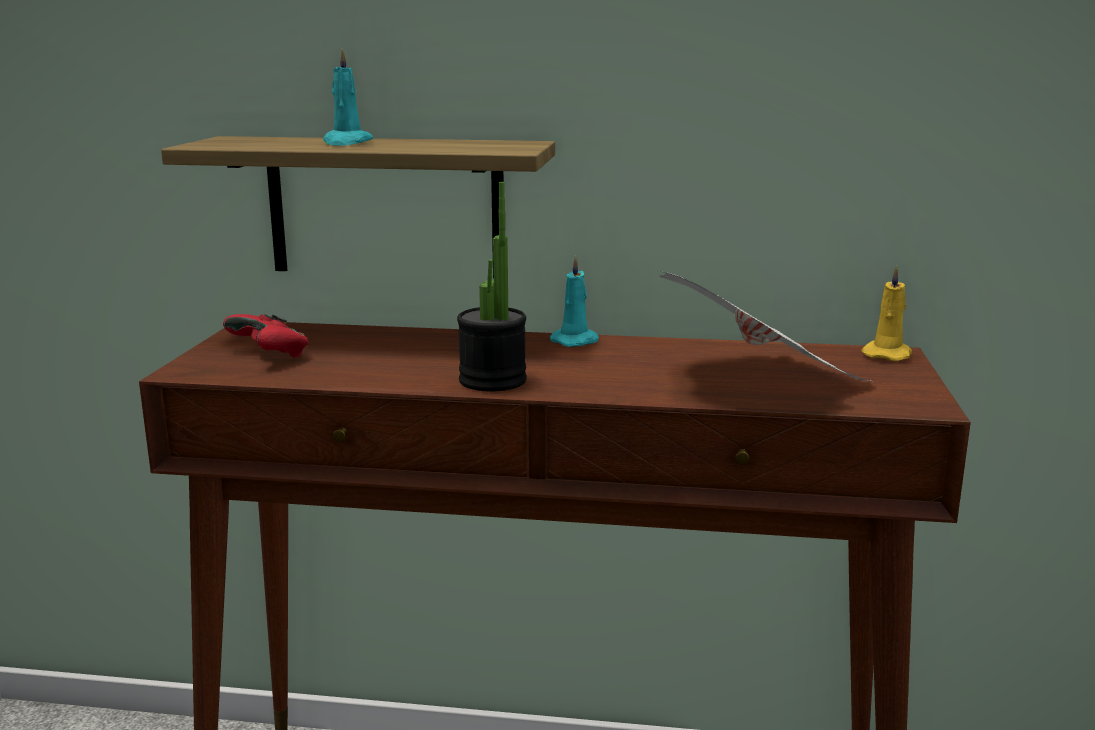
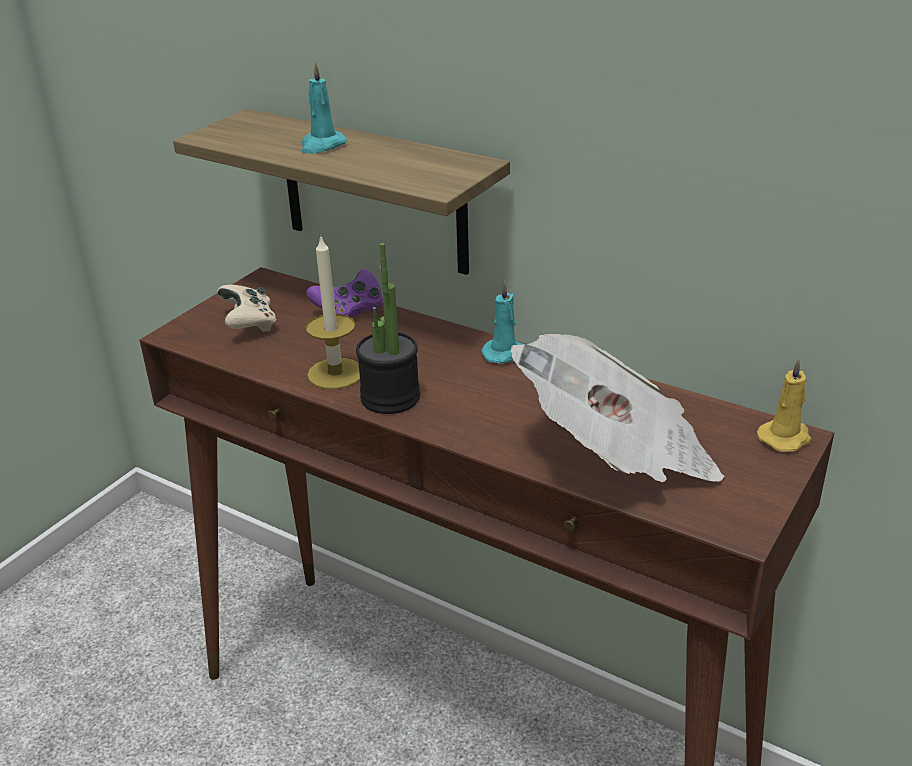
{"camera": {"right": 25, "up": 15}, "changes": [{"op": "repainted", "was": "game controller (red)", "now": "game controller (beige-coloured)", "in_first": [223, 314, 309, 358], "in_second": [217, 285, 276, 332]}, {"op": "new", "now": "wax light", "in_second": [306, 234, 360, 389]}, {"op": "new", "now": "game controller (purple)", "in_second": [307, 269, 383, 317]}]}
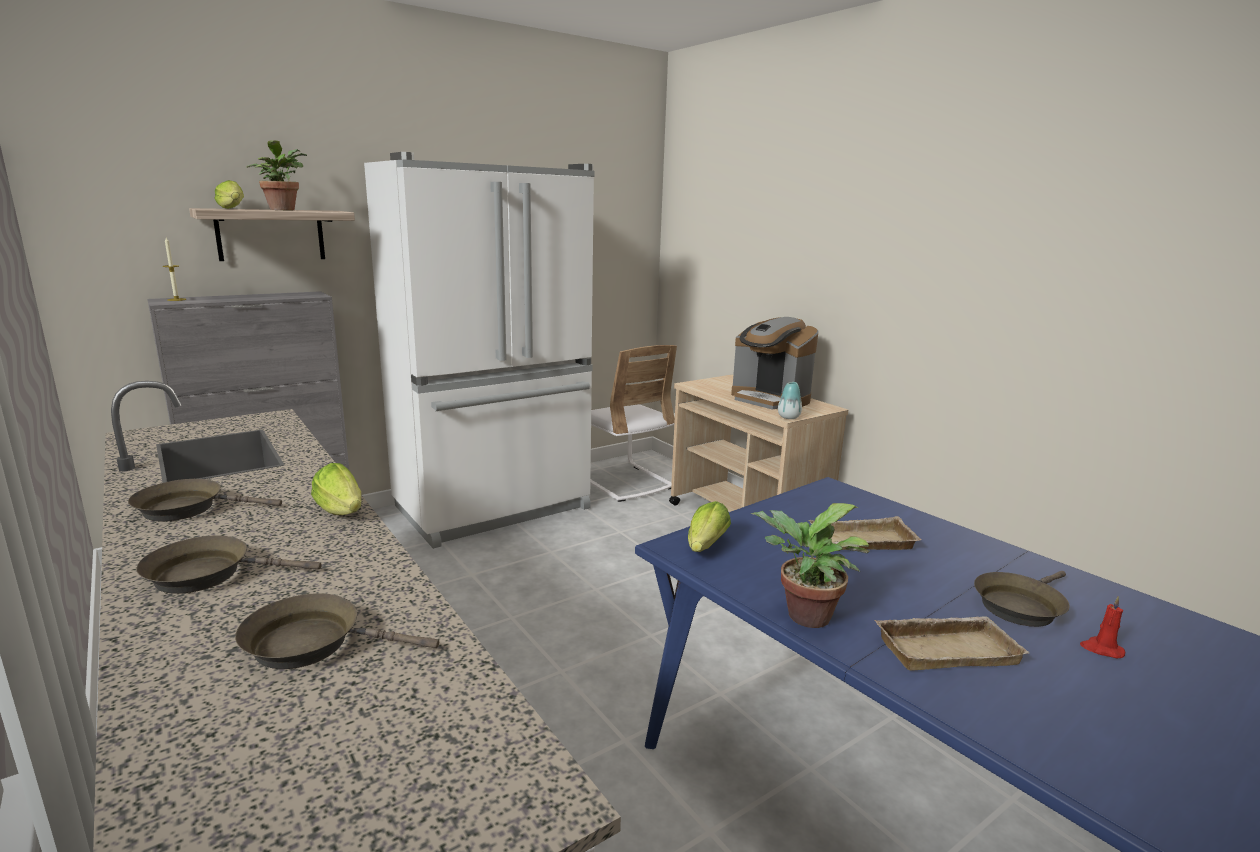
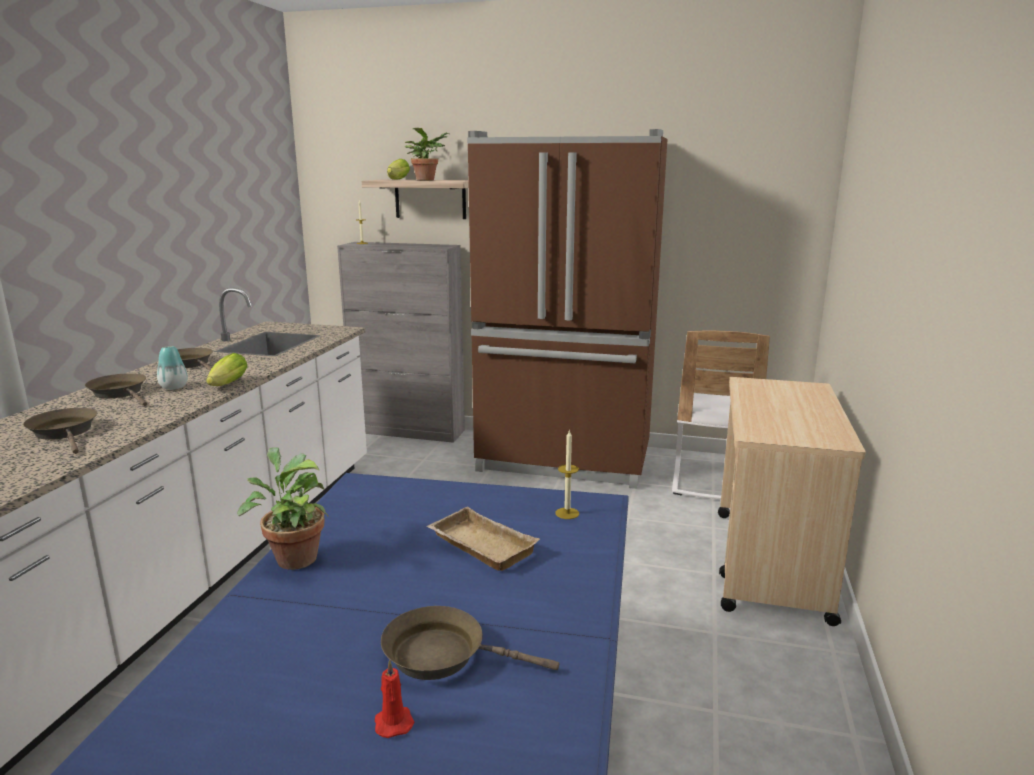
{"camera": {"right": 50, "up": 0}, "changes": [{"op": "repainted", "was": "refrigerator (whitish)", "now": "refrigerator (brownish)", "in_first": [364, 152, 595, 549], "in_second": [467, 129, 667, 489]}, {"op": "gone", "was": "lettuce head", "in_first": [688, 501, 731, 552]}, {"op": "gone", "was": "coffee machine", "in_first": [731, 317, 818, 410]}, {"op": "shifted", "was": "vase", "in_first": [778, 382, 802, 419], "in_second": [157, 346, 188, 390]}, {"op": "gone", "was": "tray (beige-coloured)", "in_first": [874, 616, 1029, 670]}, {"op": "new", "now": "wax light", "in_second": [555, 431, 579, 519]}]}
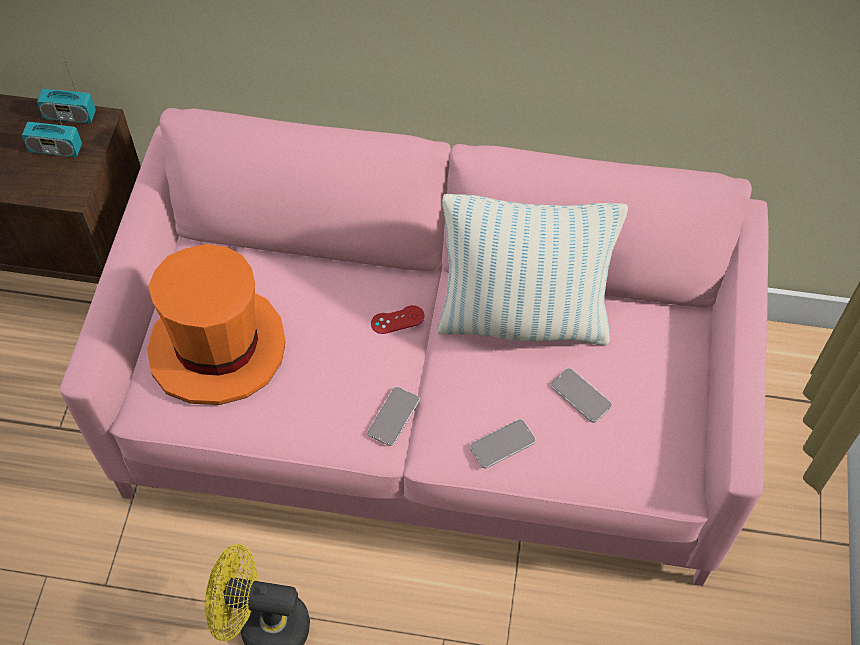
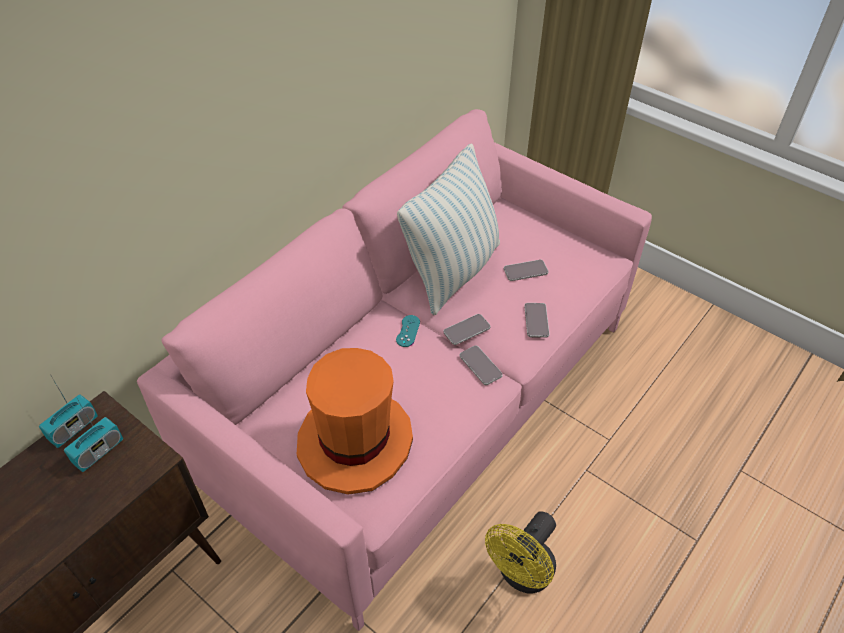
{"camera": {"right": -60, "up": -10}, "changes": [{"op": "repainted", "was": "game controller (red)", "now": "game controller (blue-green)", "in_first": [371, 305, 424, 334], "in_second": [396, 315, 420, 347]}, {"op": "new", "now": "handset", "in_second": [444, 314, 491, 345]}]}
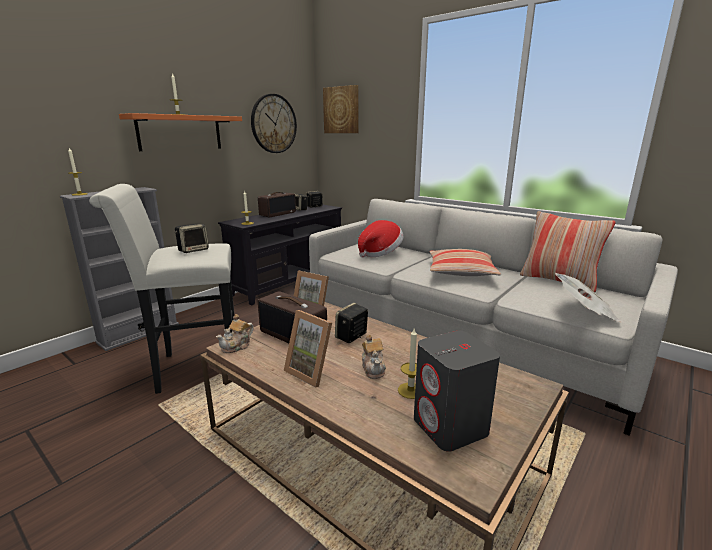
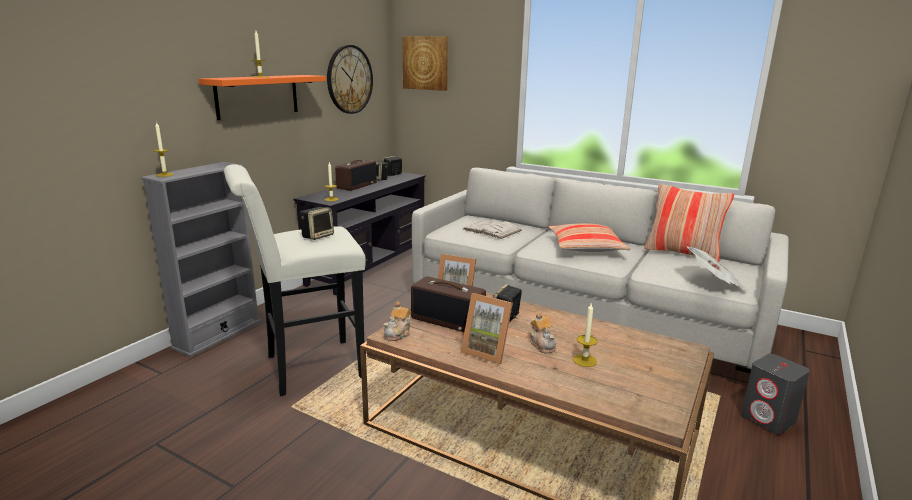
{"camera": {"right": -10, "up": 0}, "changes": [{"op": "swapped", "was": "clothing hat", "now": "book (whitish)", "in_first": [358, 220, 404, 257], "in_second": [463, 220, 522, 239]}, {"op": "shifted", "was": "audio speaker (gray)", "in_first": [414, 331, 500, 452], "in_second": [741, 354, 810, 434]}]}
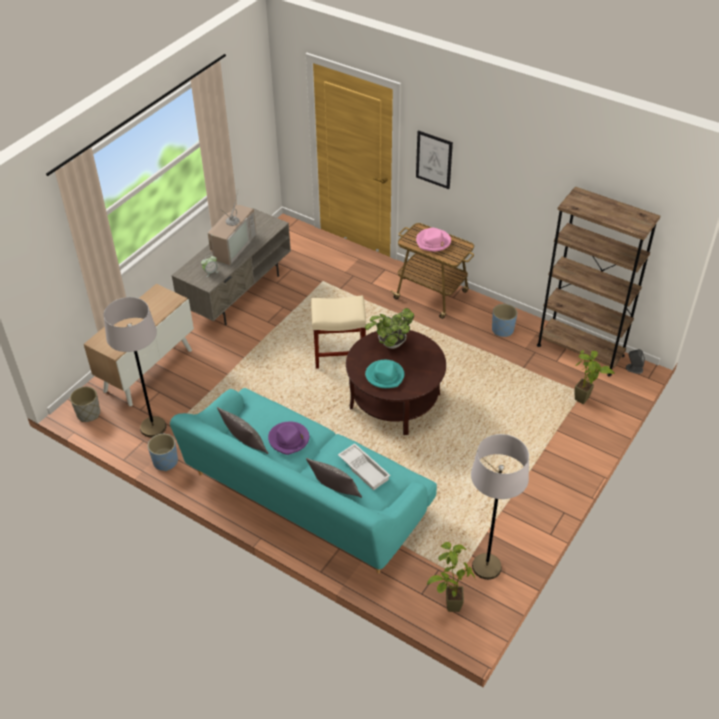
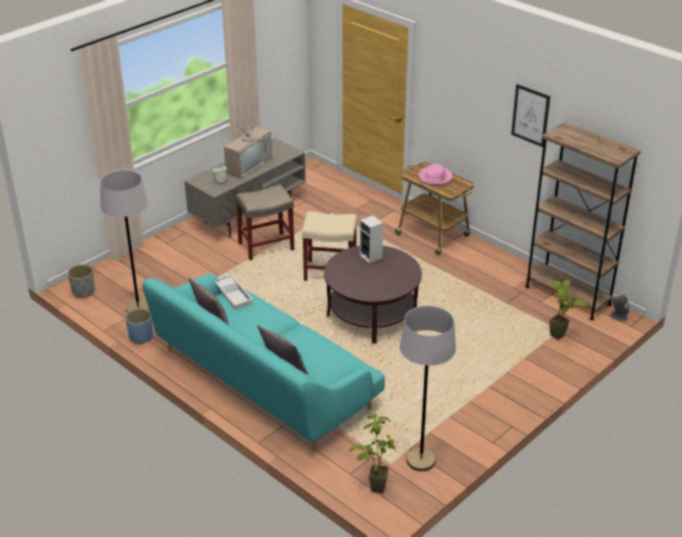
{"camera": {"right": 10, "up": -10}, "changes": [{"op": "gone", "was": "cabinet", "in_first": [84, 284, 194, 406]}, {"op": "gone", "was": "clothing hat (purple)", "in_first": [268, 421, 309, 455]}, {"op": "shifted", "was": "tray (whitish)", "in_first": [338, 443, 391, 491], "in_second": [215, 274, 253, 310]}, {"op": "swapped", "was": "potted plant", "now": "audio speaker", "in_first": [365, 308, 414, 349], "in_second": [360, 215, 383, 264]}, {"op": "gone", "was": "clothing hat (blue-green)", "in_first": [365, 360, 404, 388]}, {"op": "shifted", "was": "wall art", "in_first": [416, 130, 453, 189], "in_second": [511, 84, 550, 147]}, {"op": "gone", "was": "flower pot (blue-coloured)", "in_first": [492, 304, 517, 337]}, {"op": "new", "now": "sitting stool (beige-coloured)", "in_second": [235, 184, 294, 260]}]}
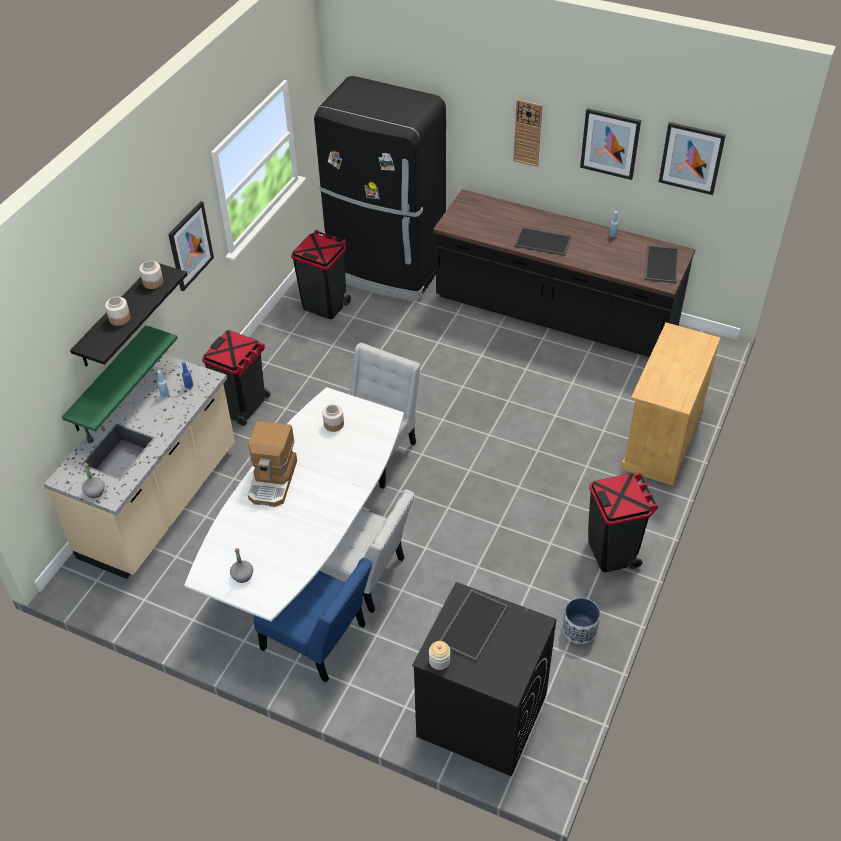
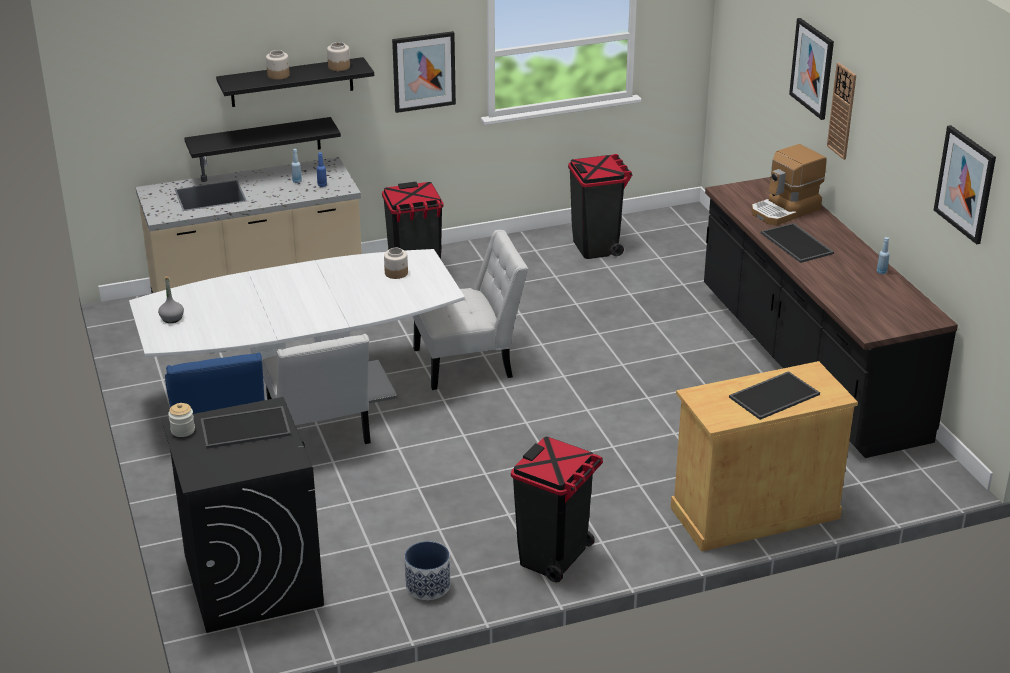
{"camera": {"right": 45, "up": -15}, "changes": [{"op": "repainted", "was": "shelf (greenish)", "now": "shelf (blackish)", "in_first": [62, 325, 178, 432], "in_second": [184, 117, 341, 166]}, {"op": "gone", "was": "drink bottle (gray)", "in_first": [82, 463, 105, 498]}, {"op": "shifted", "was": "coffee machine", "in_first": [248, 421, 297, 507], "in_second": [751, 144, 827, 225]}, {"op": "gone", "was": "refrigerator (blackish)", "in_first": [314, 76, 446, 301]}, {"op": "shifted", "was": "wall art", "in_first": [580, 108, 641, 180], "in_second": [789, 18, 834, 120]}, {"op": "shifted", "was": "tray", "in_first": [644, 245, 679, 283], "in_second": [729, 371, 820, 420]}]}
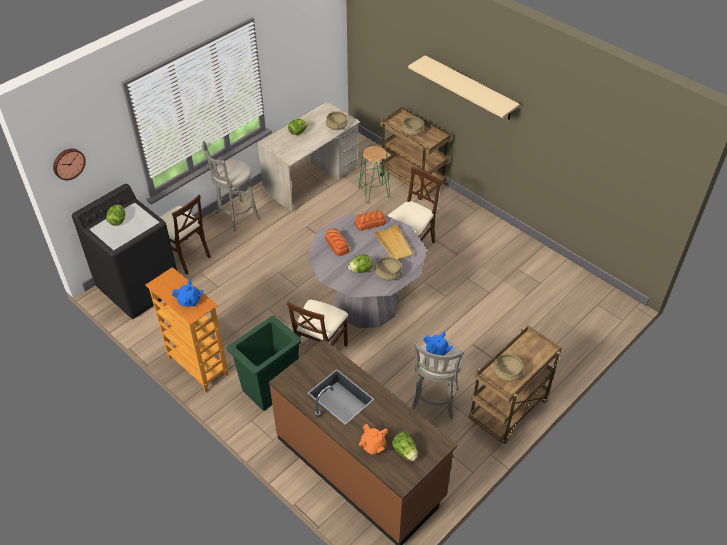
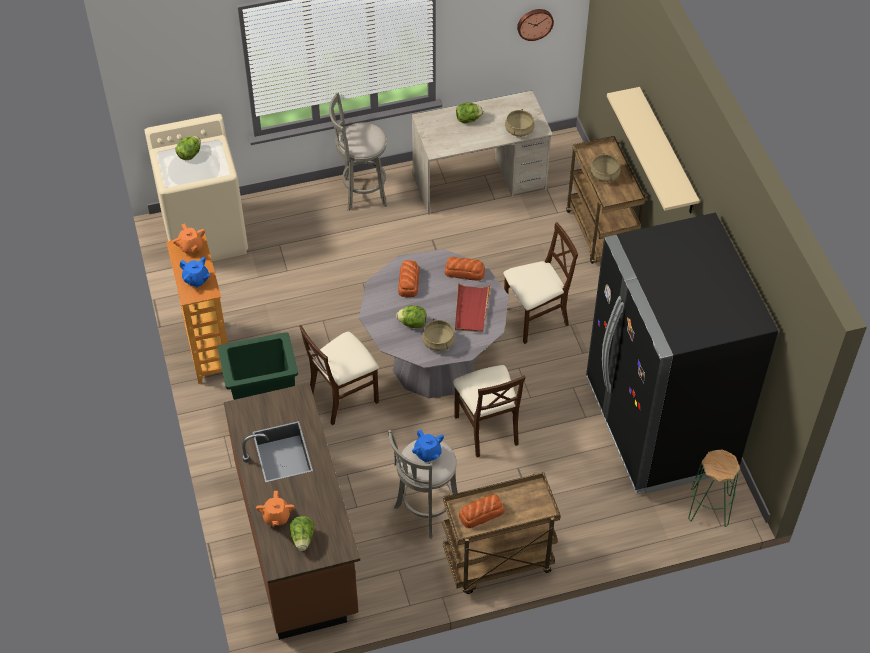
{"camera": {"right": 30, "up": 5}, "changes": [{"op": "shifted", "was": "wall clock", "in_first": [53, 149, 86, 180], "in_second": [517, 9, 554, 41]}, {"op": "repainted", "was": "laundry machine (blackish)", "now": "laundry machine (beige-coloured)", "in_first": [72, 184, 177, 319], "in_second": [144, 114, 248, 261]}, {"op": "shifted", "was": "plain chair (beige-coloured)", "in_first": [160, 195, 211, 275], "in_second": [453, 365, 526, 457]}, {"op": "shifted", "was": "sitting stool (greenish)", "in_first": [359, 146, 390, 203], "in_second": [688, 449, 740, 527]}, {"op": "repainted", "was": "tray (beige-coloured)", "now": "tray (red)", "in_first": [374, 224, 414, 260], "in_second": [455, 282, 491, 333]}, {"op": "swapped", "was": "stockpot (beige-coloured)", "now": "bakery bread", "in_first": [493, 354, 524, 382], "in_second": [459, 494, 504, 528]}, {"op": "new", "now": "teapot (orange-coloured)", "in_second": [173, 223, 205, 255]}, {"op": "new", "now": "refrigerator (blackish)", "in_second": [586, 213, 778, 494]}]}
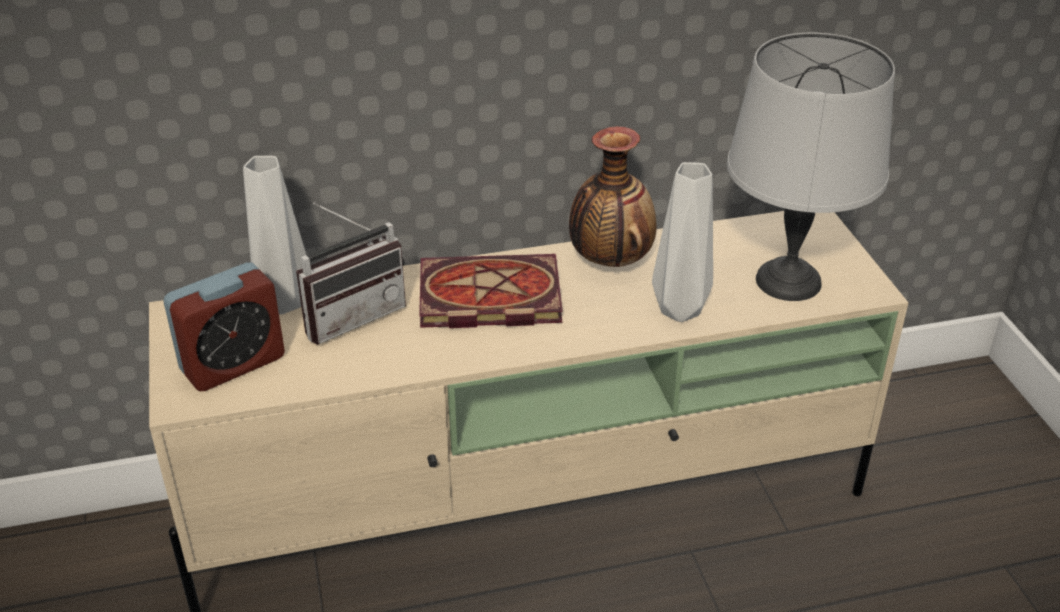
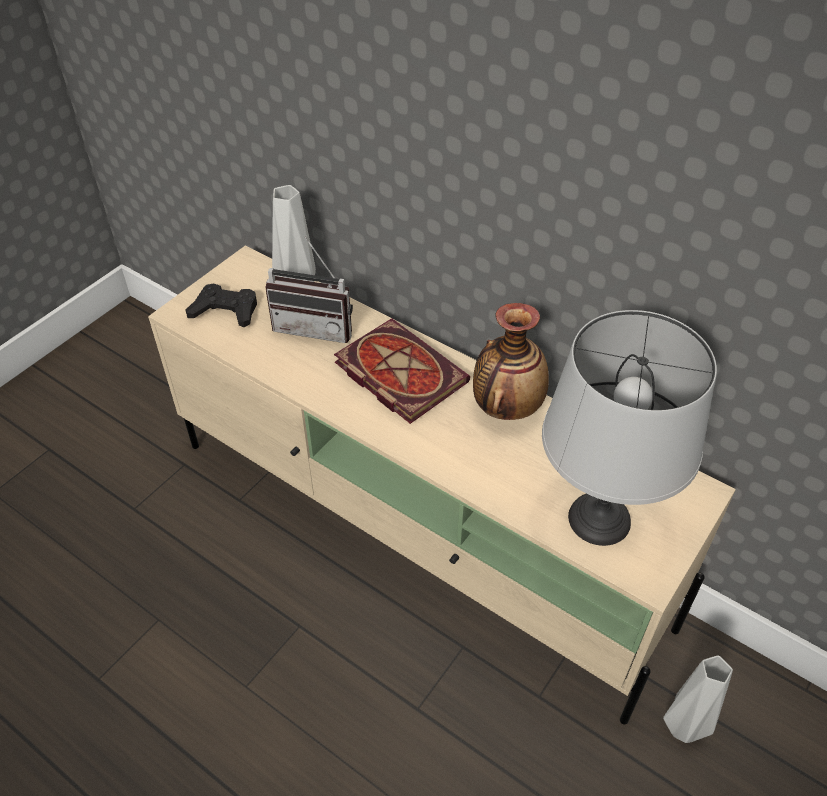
{"camera": {"right": 50, "up": 10}, "changes": [{"op": "swapped", "was": "alarm clock", "now": "game controller (blackish)", "in_first": [164, 263, 285, 391], "in_second": [186, 284, 257, 327]}, {"op": "shifted", "was": "vase (gray)", "in_first": [652, 162, 713, 322], "in_second": [663, 655, 733, 743]}]}
